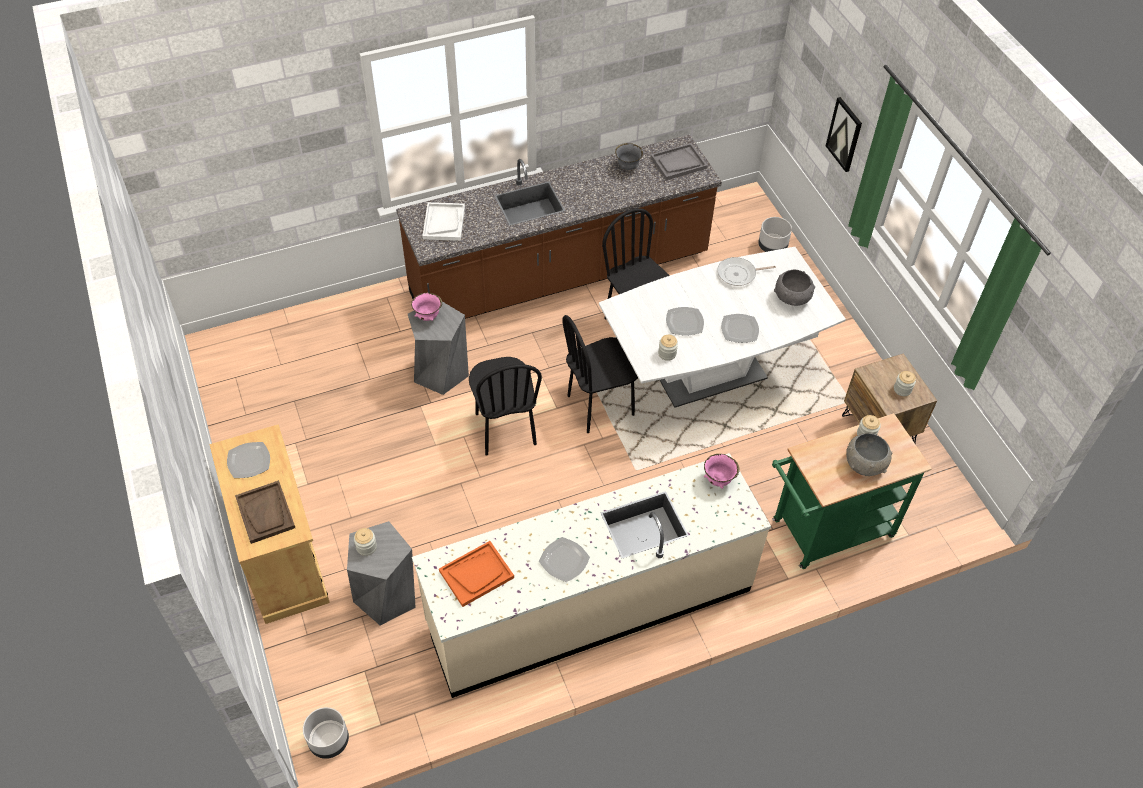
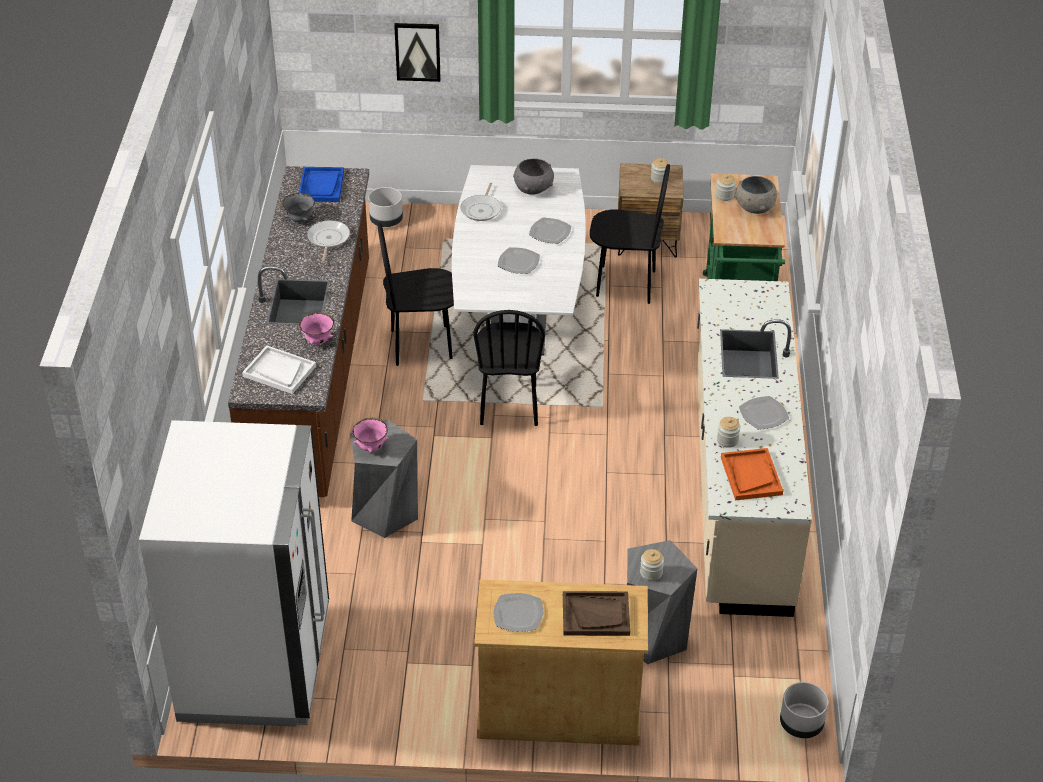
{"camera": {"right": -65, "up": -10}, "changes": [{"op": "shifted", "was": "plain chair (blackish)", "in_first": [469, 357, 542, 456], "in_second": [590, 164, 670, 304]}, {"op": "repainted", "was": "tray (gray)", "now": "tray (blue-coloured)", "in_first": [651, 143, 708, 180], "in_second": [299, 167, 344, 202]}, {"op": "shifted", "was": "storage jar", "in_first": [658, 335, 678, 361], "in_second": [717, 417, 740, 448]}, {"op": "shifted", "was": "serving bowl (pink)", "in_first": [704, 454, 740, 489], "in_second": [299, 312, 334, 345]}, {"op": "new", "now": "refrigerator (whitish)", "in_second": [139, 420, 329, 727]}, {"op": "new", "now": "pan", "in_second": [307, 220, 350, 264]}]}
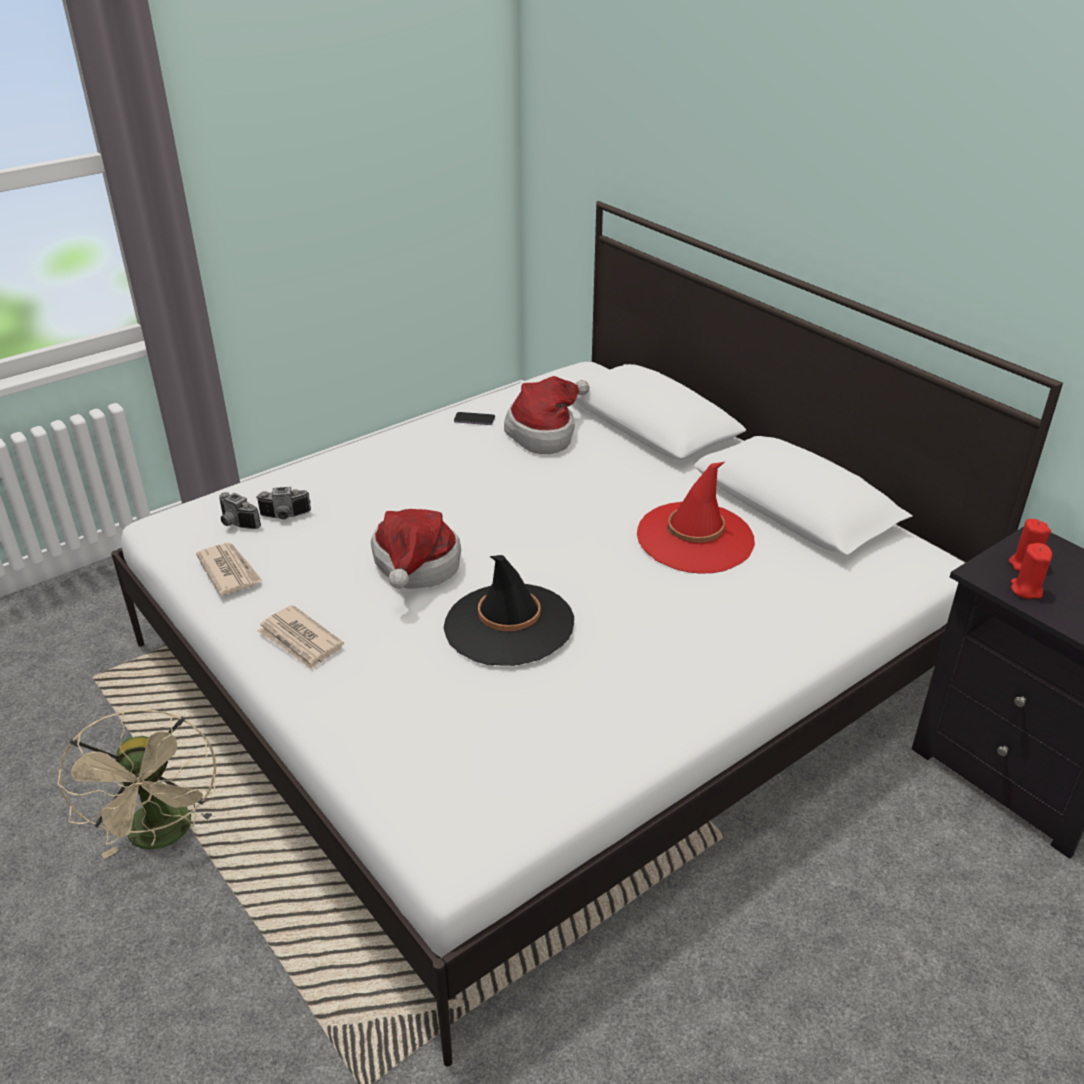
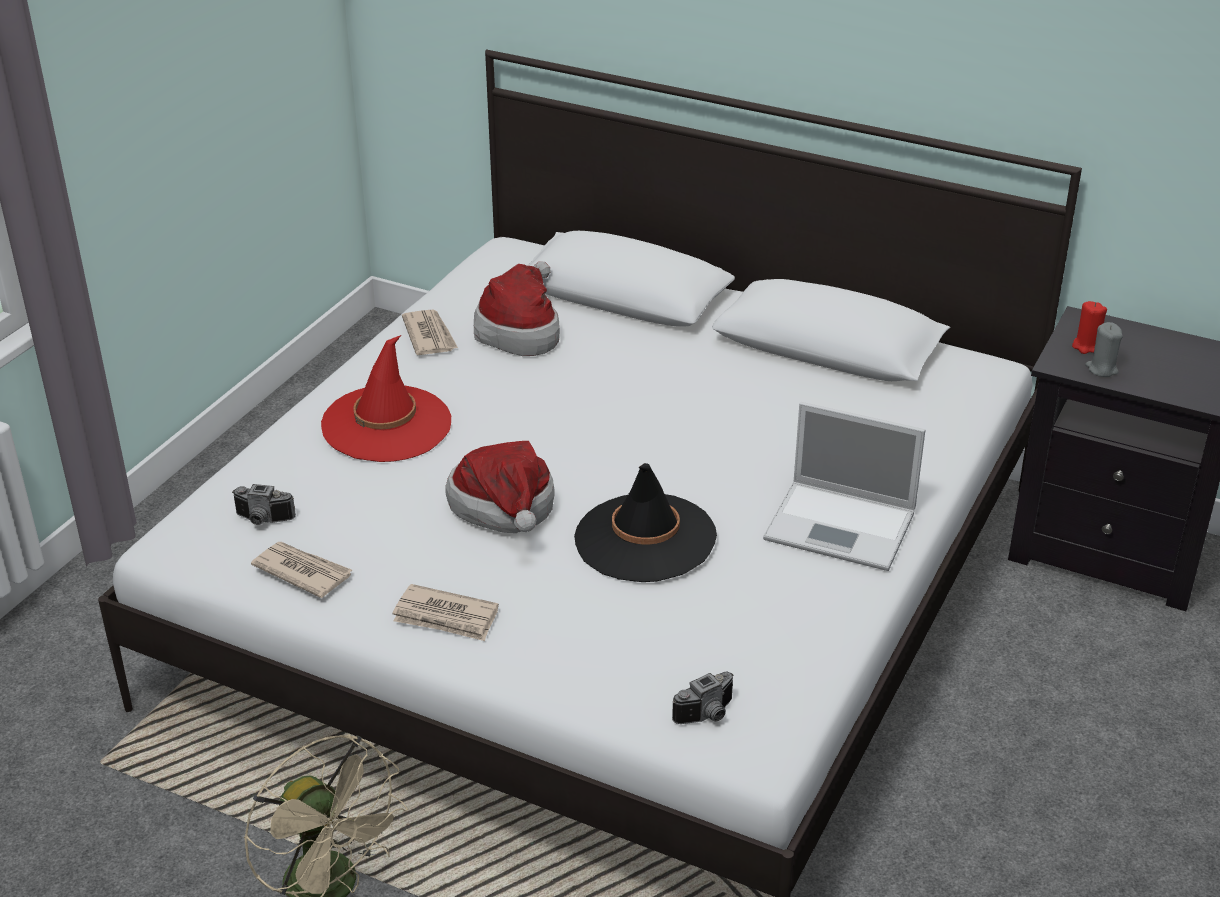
{"camera": {"right": -25, "up": 0}, "changes": [{"op": "shifted", "was": "photo camera", "in_first": [256, 487, 311, 520], "in_second": [672, 671, 733, 724]}, {"op": "swapped", "was": "handset", "now": "printed paper", "in_first": [454, 412, 495, 425], "in_second": [402, 309, 458, 355]}, {"op": "shifted", "was": "clothing hat (red)", "in_first": [637, 462, 755, 574], "in_second": [321, 335, 451, 462]}, {"op": "repainted", "was": "wax light (red)", "now": "wax light (gray)", "in_first": [1011, 543, 1053, 599], "in_second": [1085, 322, 1123, 377]}, {"op": "new", "now": "laptop", "in_second": [763, 402, 925, 571]}]}
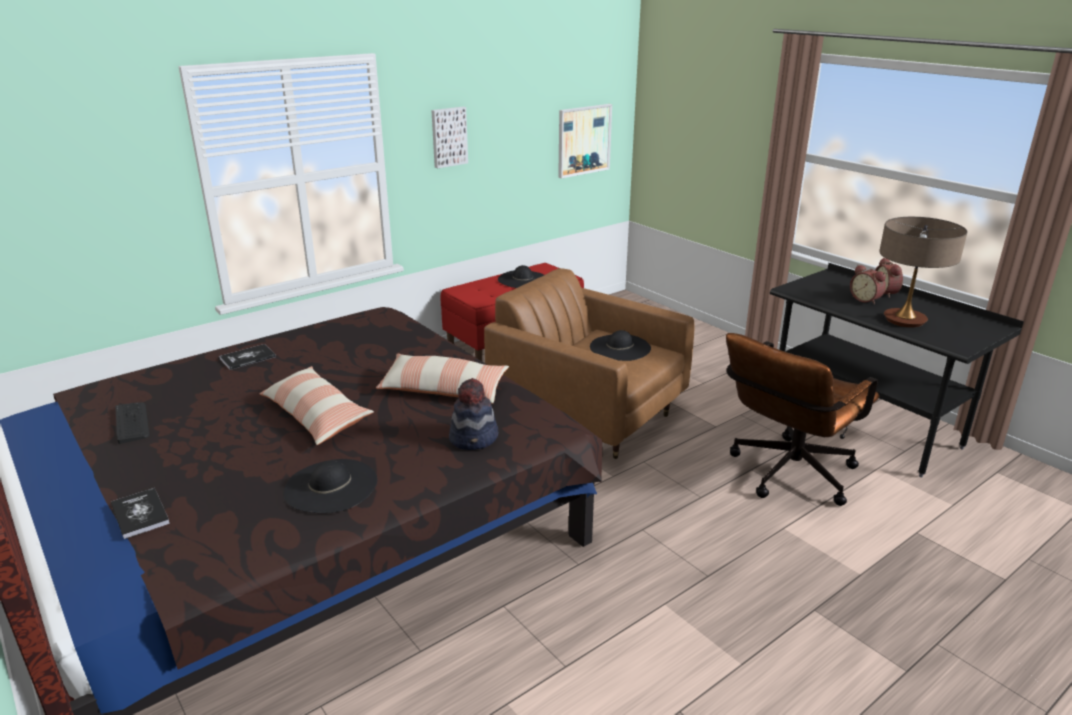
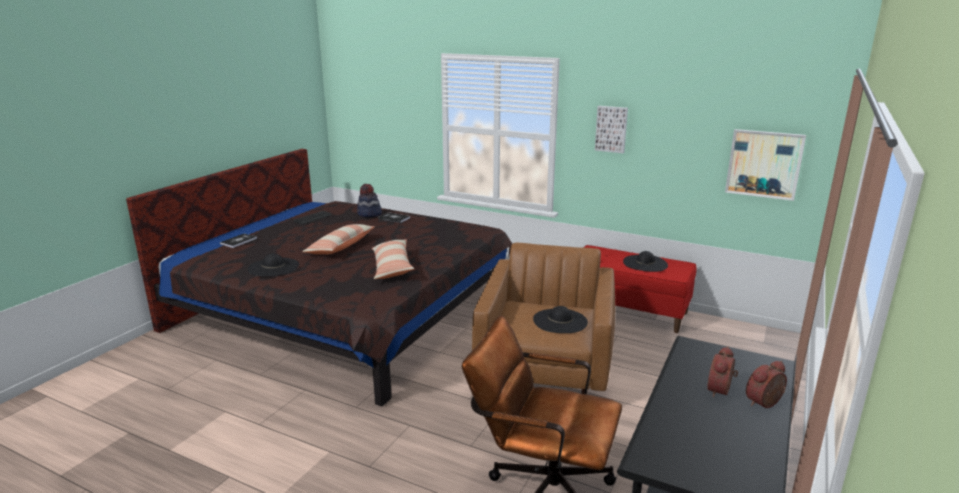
{"camera": {"right": 65, "up": -5}, "changes": [{"op": "shifted", "was": "clothing hat", "in_first": [449, 378, 498, 450], "in_second": [357, 184, 382, 217]}, {"op": "gone", "was": "lamp for a table", "in_first": [879, 217, 968, 327]}]}
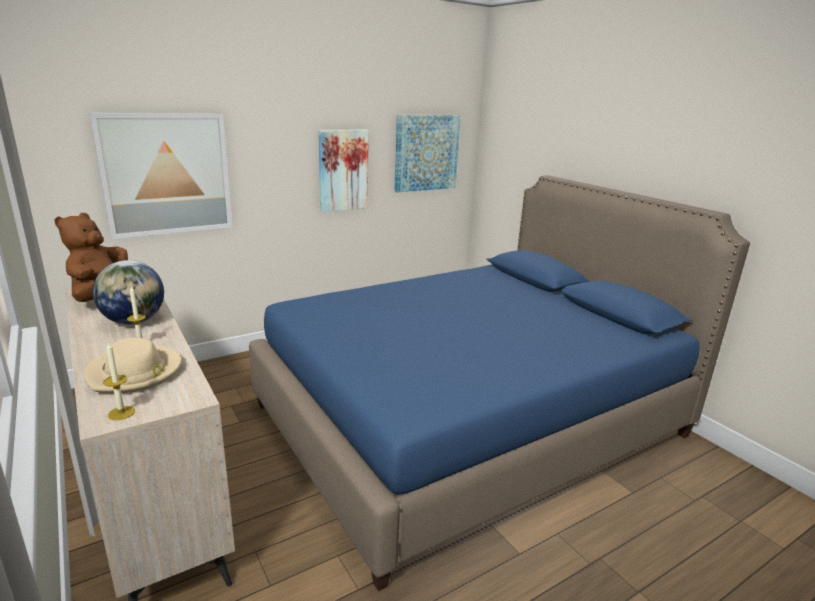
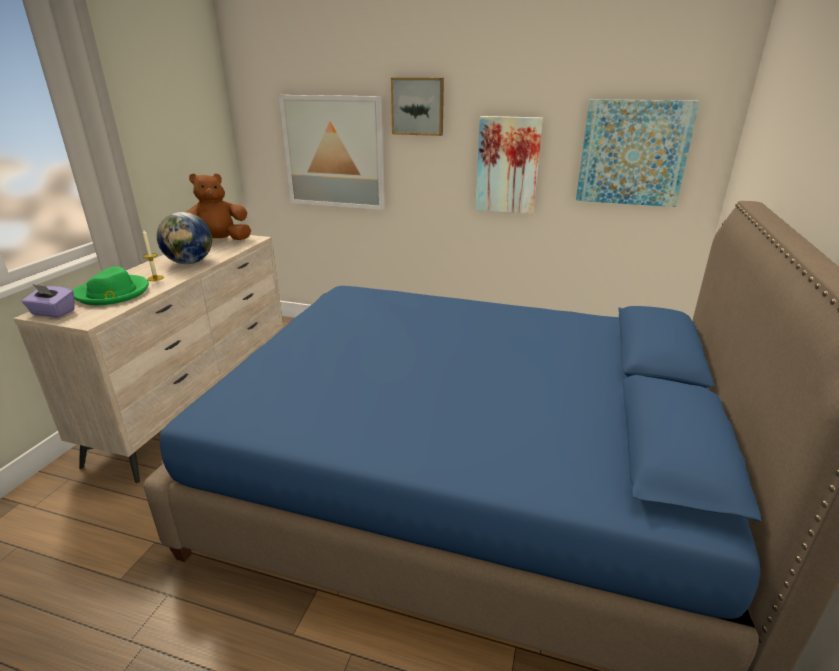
{"camera": {"right": 50, "up": 5}, "changes": [{"op": "repainted", "was": "clothing hat (beige-coloured)", "now": "clothing hat (greenish)", "in_first": [84, 338, 182, 394], "in_second": [72, 267, 149, 305]}, {"op": "swapped", "was": "wax light", "now": "tissue holder (purple)", "in_first": [103, 342, 135, 420], "in_second": [22, 284, 74, 317]}, {"op": "new", "now": "wall art", "in_second": [391, 78, 444, 136]}]}
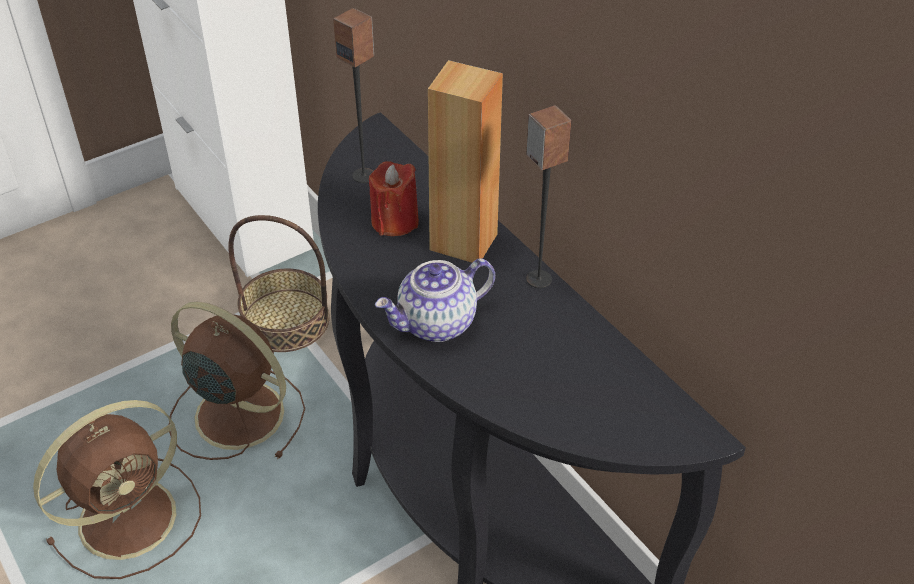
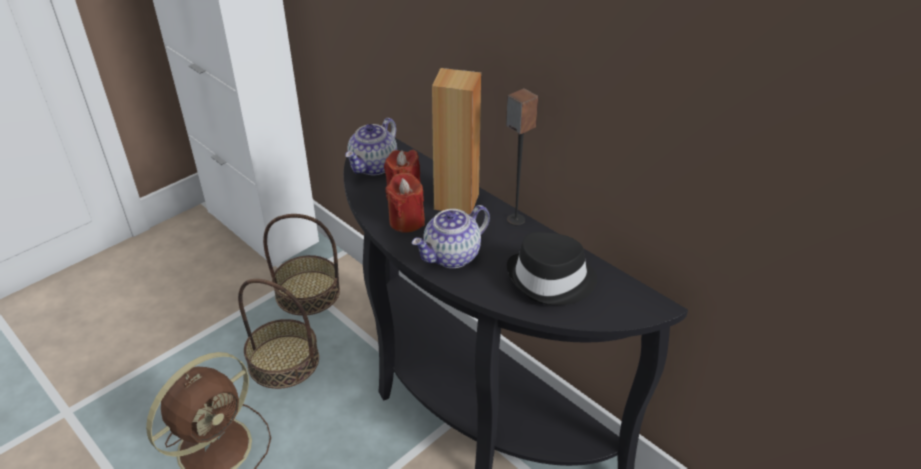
{"camera": {"right": -10, "up": -5}, "changes": [{"op": "swapped", "was": "cooling fan (brownish)", "now": "storage basket", "in_first": [169, 302, 305, 460], "in_second": [238, 279, 319, 389]}, {"op": "swapped", "was": "audio speaker", "now": "teapot", "in_first": [333, 8, 374, 183], "in_second": [345, 118, 397, 175]}, {"op": "new", "now": "wax light (red)", "in_second": [385, 173, 425, 233]}, {"op": "new", "now": "clothing hat (blackish)", "in_second": [507, 232, 598, 305]}]}
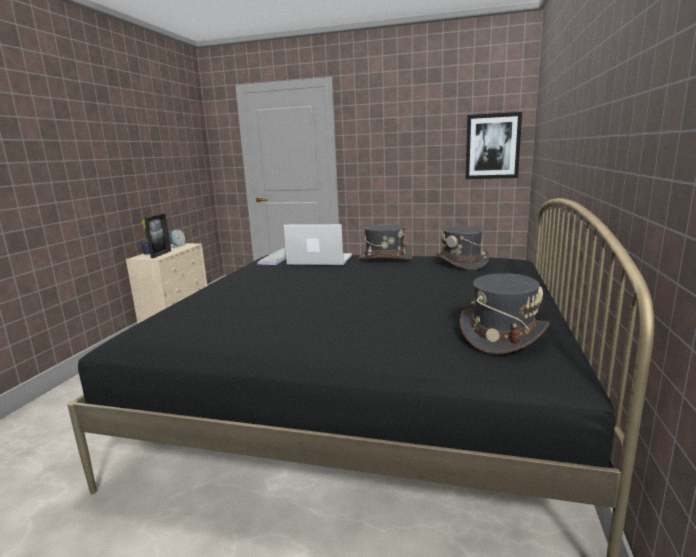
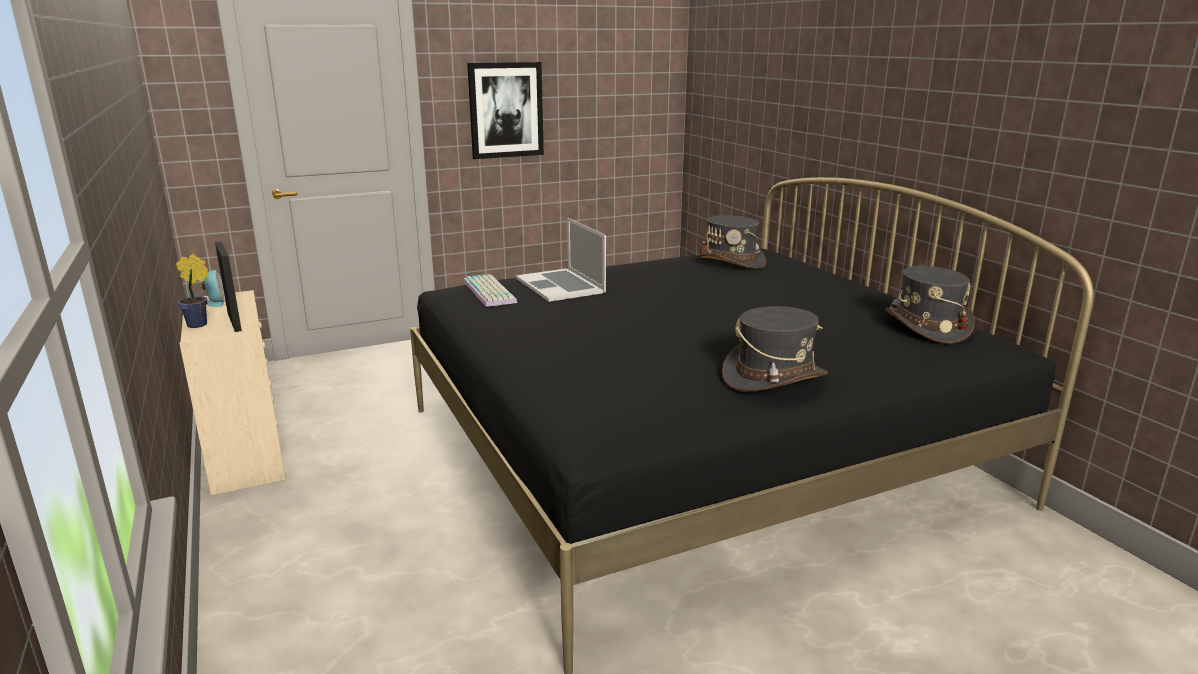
{"camera": {"right": -40, "up": 5}, "changes": [{"op": "rotated", "was": "laptop", "in_first": [284, 224, 352, 265], "in_second": [516, 218, 606, 302], "clockwise": -90}, {"op": "shifted", "was": "clothing hat (gray)", "in_first": [358, 225, 412, 260], "in_second": [722, 306, 828, 392]}, {"op": "shifted", "was": "wall art", "in_first": [466, 112, 522, 179], "in_second": [467, 62, 544, 159]}]}
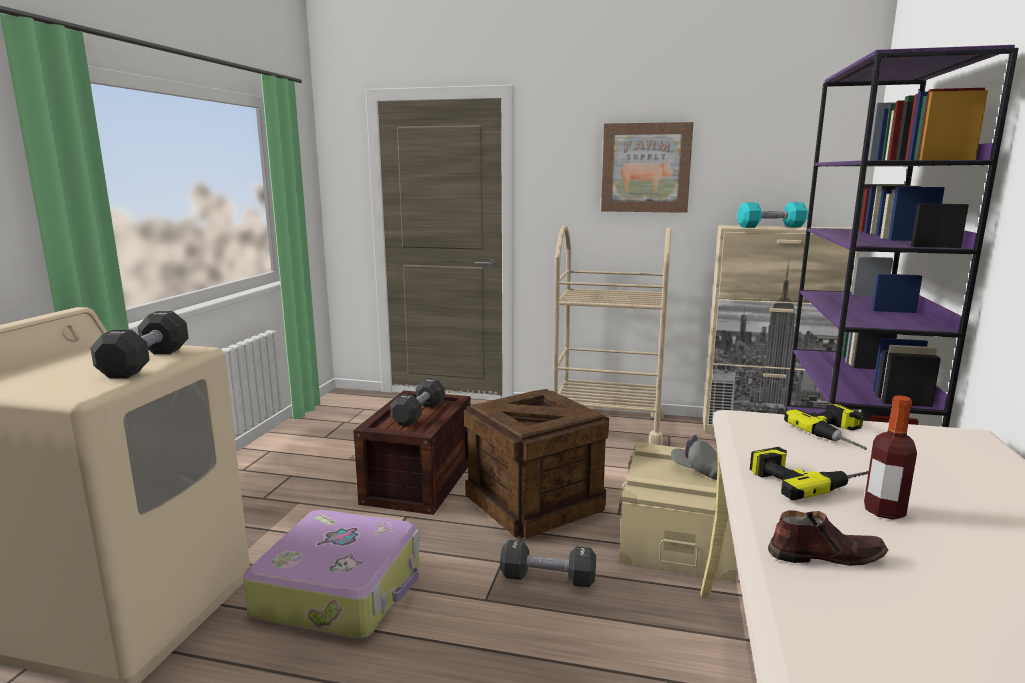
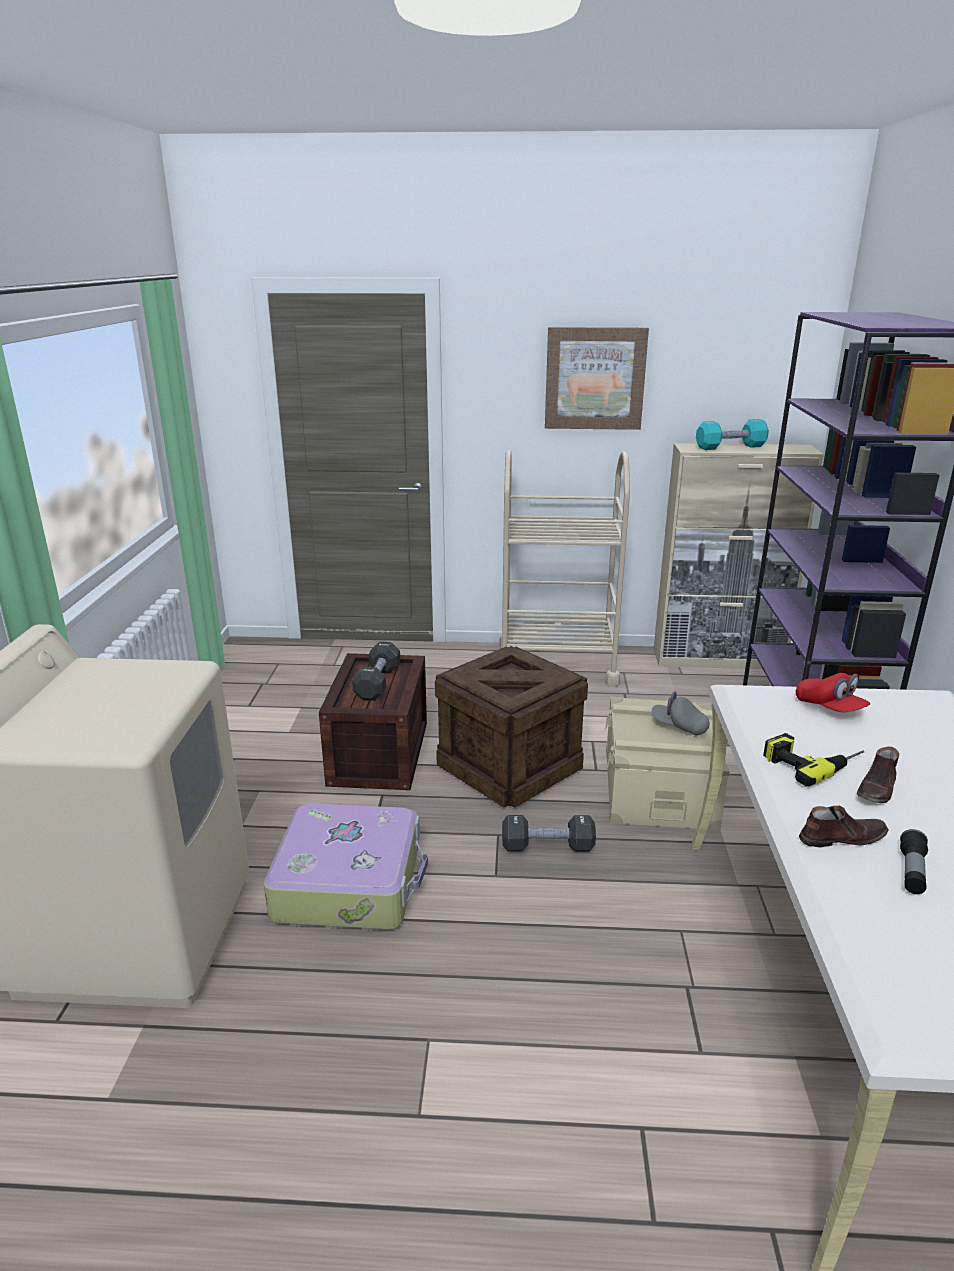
{"camera": {"right": -10, "up": 10}, "changes": [{"op": "gone", "was": "free weight (blackish)", "in_first": [90, 311, 189, 378]}, {"op": "swapped", "was": "power drill", "now": "cap (red)", "in_first": [784, 403, 867, 450], "in_second": [796, 673, 870, 712]}, {"op": "swapped", "was": "drink bottle", "now": "item of footwear (brownish)", "in_first": [864, 395, 917, 520], "in_second": [857, 747, 899, 803]}, {"op": "new", "now": "flashlight", "in_second": [900, 829, 928, 894]}]}
